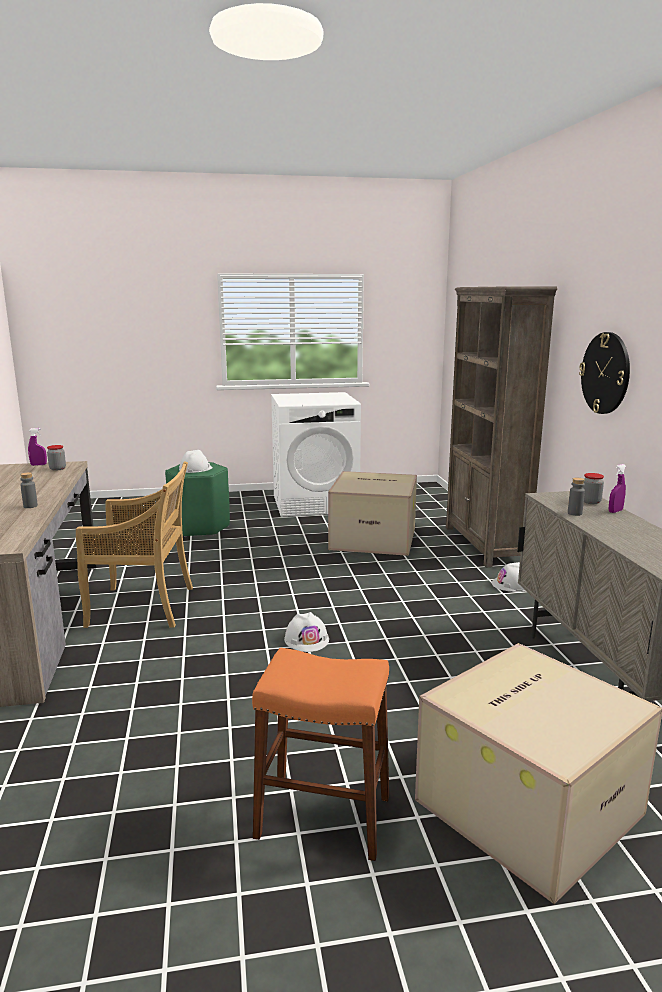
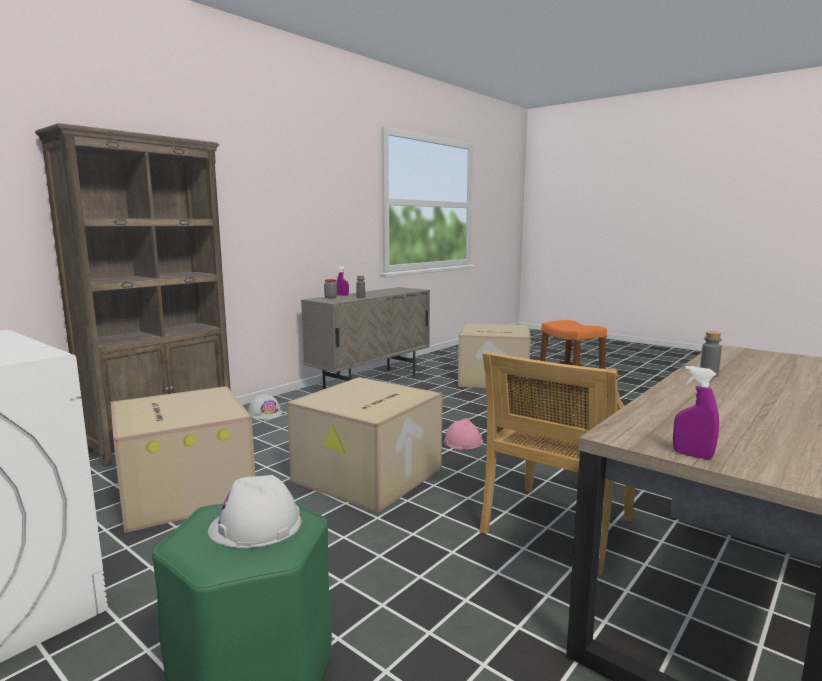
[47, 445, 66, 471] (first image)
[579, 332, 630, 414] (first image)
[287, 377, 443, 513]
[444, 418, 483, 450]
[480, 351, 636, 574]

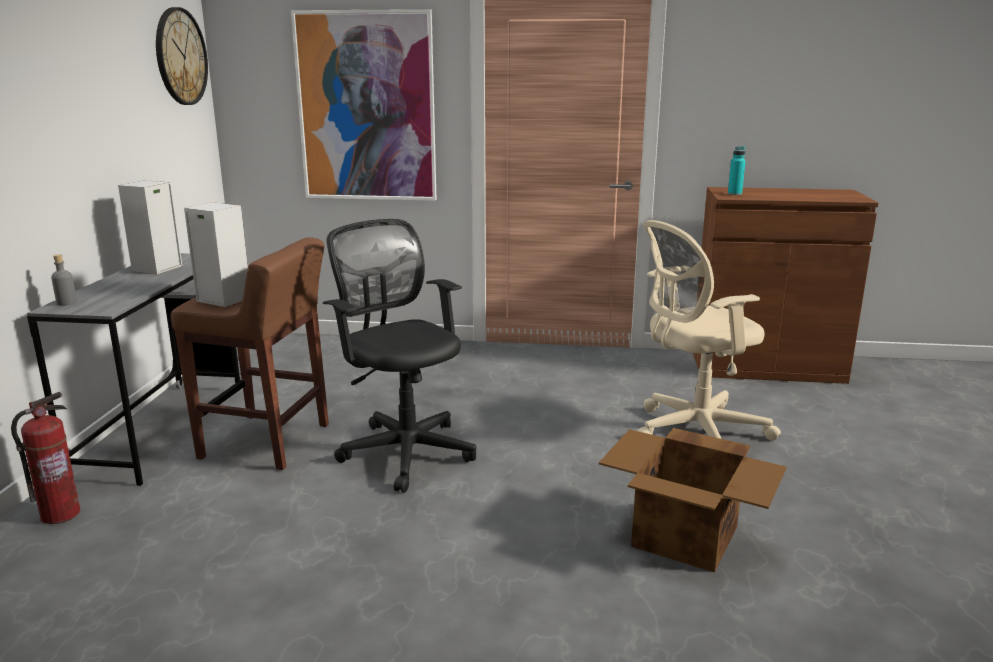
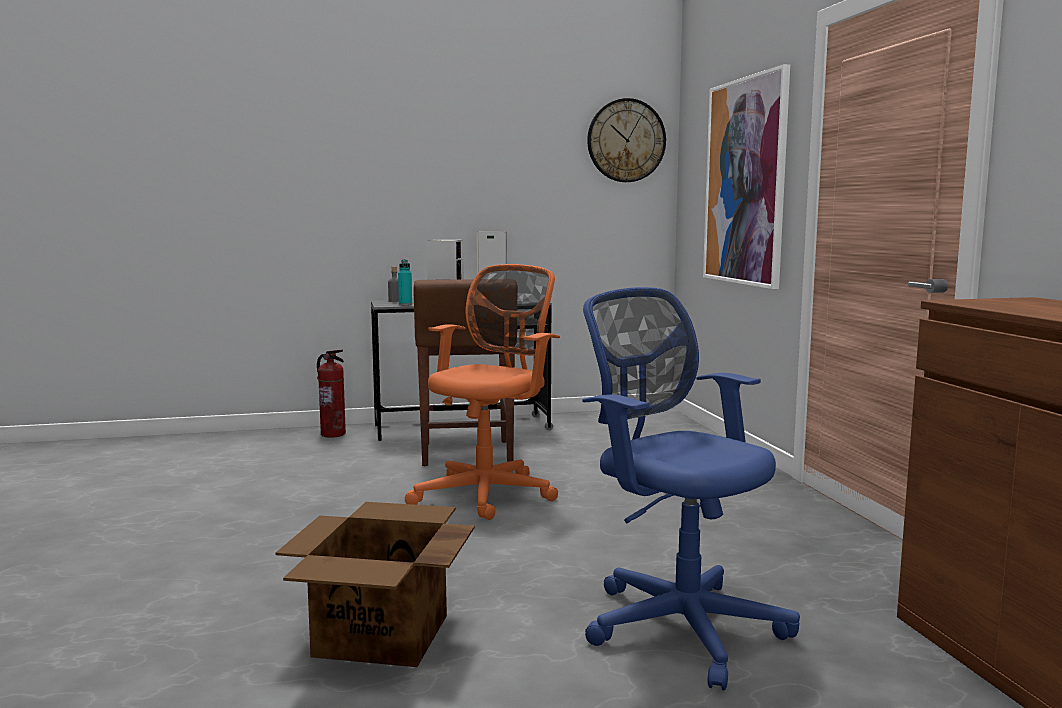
[398, 260, 412, 305]
[404, 264, 560, 520]
[583, 287, 800, 691]

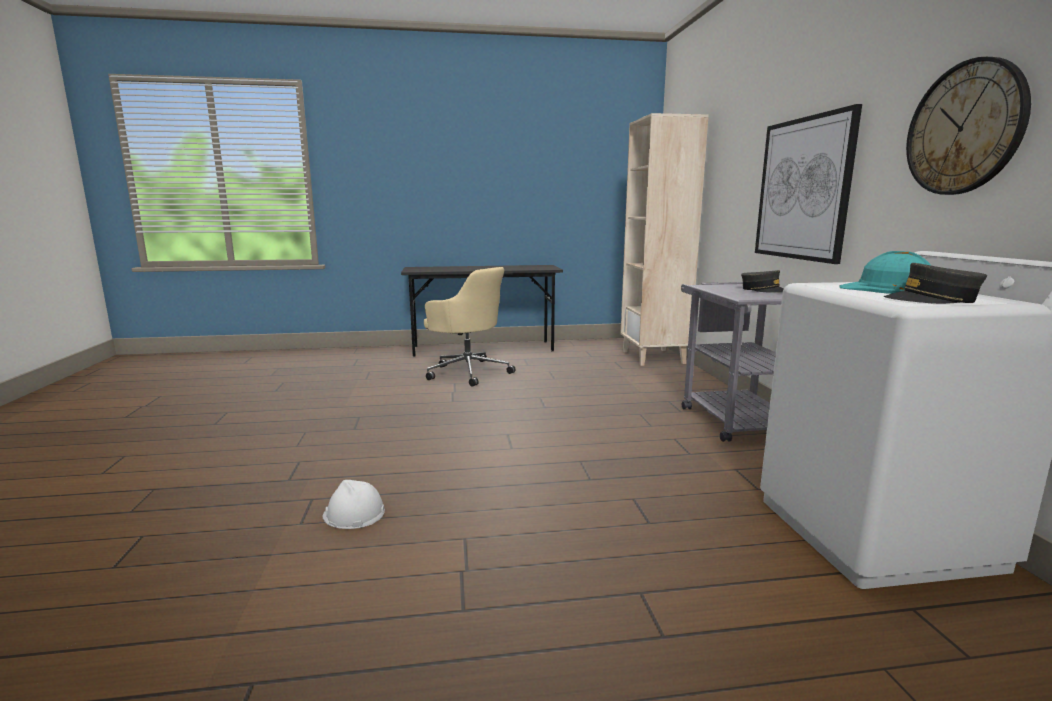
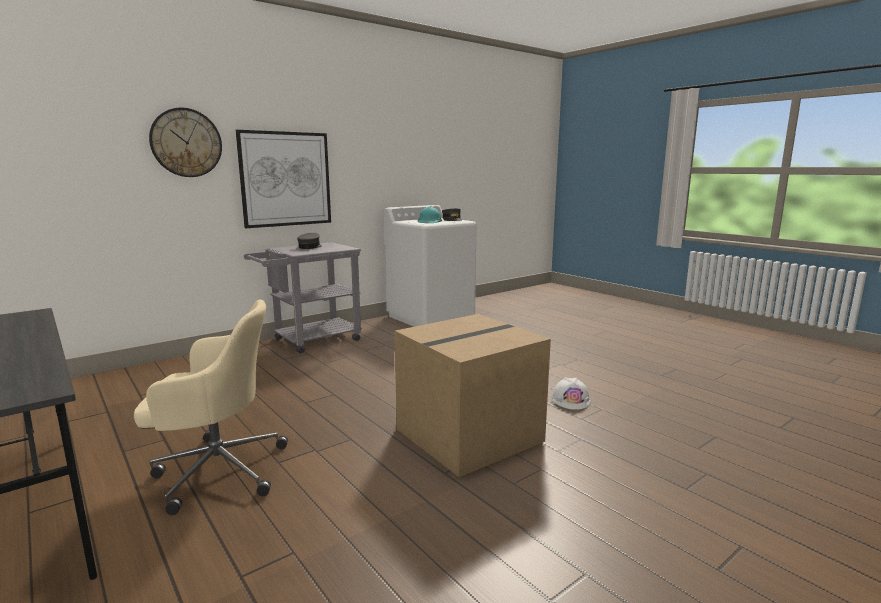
[620, 113, 709, 366] (first image)
[395, 314, 551, 477]
[149, 108, 222, 177]
[134, 300, 288, 515]

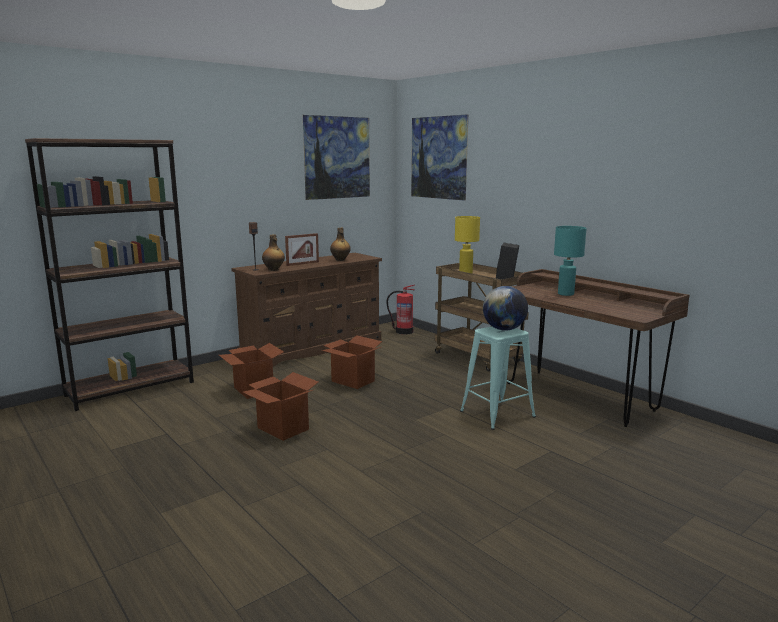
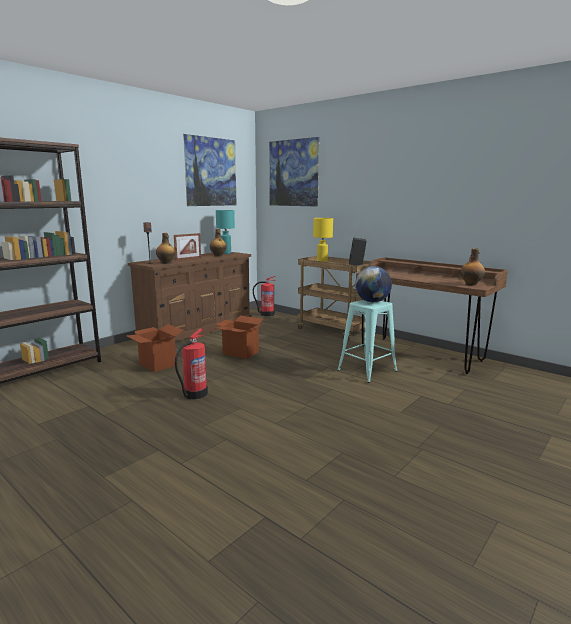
[460, 248, 485, 286]
[216, 210, 235, 254]
[175, 328, 208, 399]

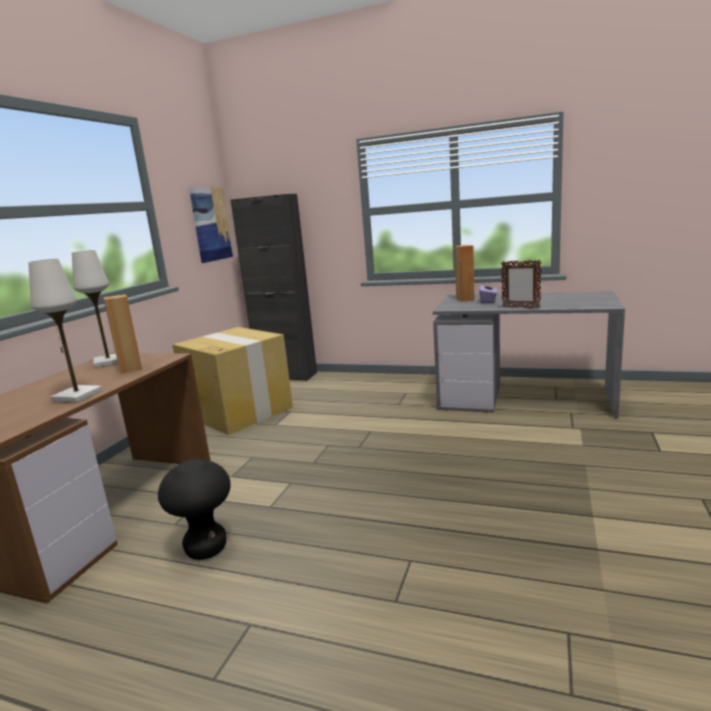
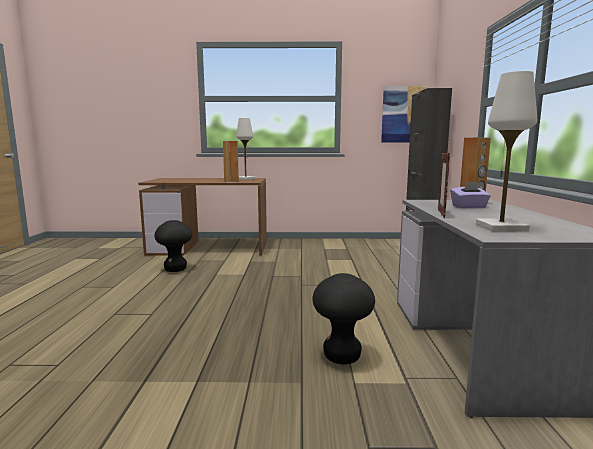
[172, 327, 293, 435] (first image)
[312, 273, 375, 364]
[476, 71, 537, 231]

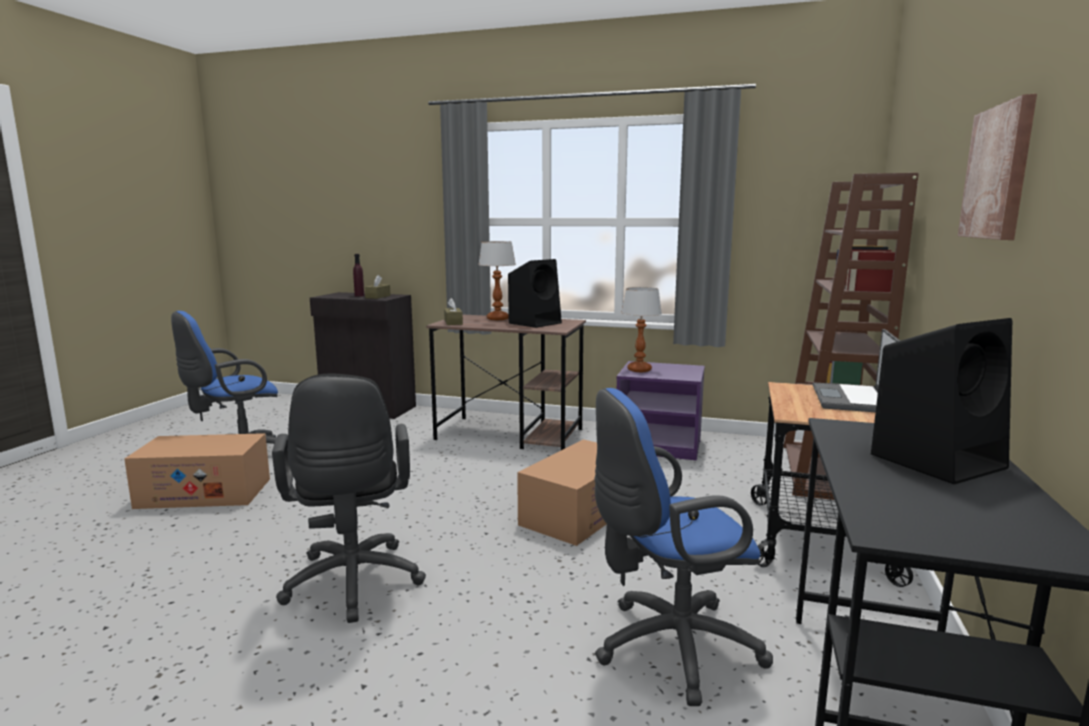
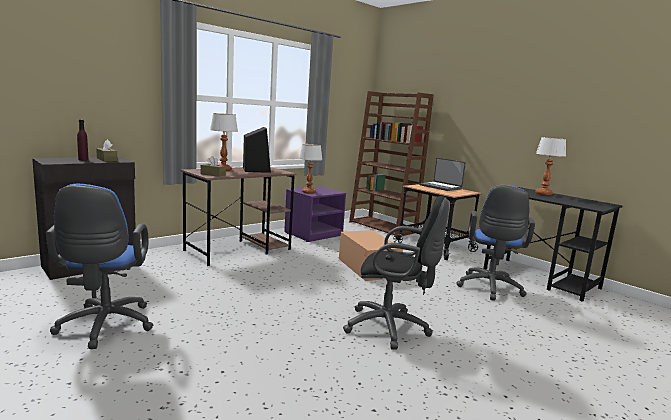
[124, 433, 270, 509] (first image)
[958, 94, 1037, 240] (first image)
[535, 137, 566, 196]

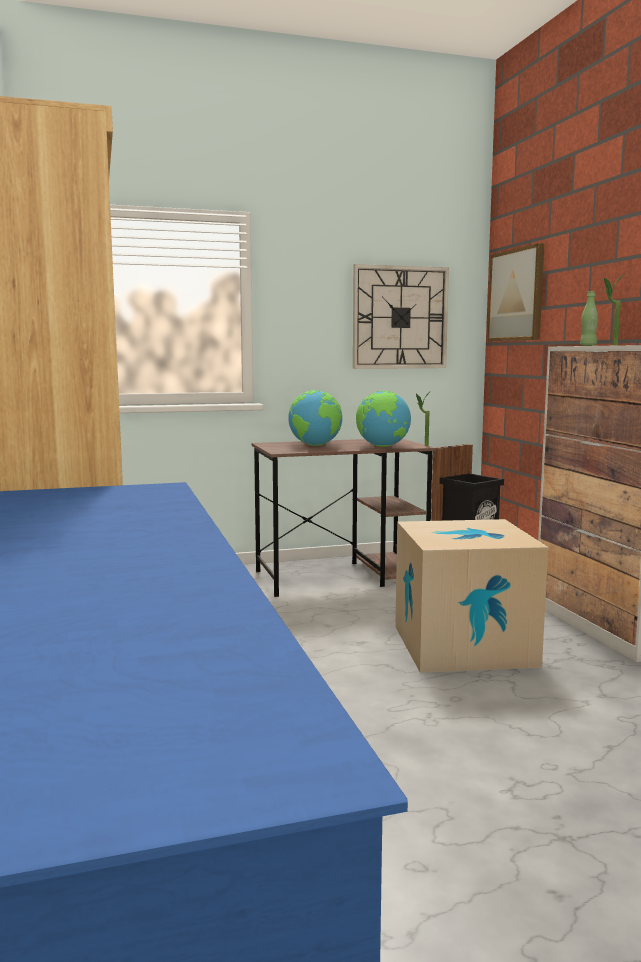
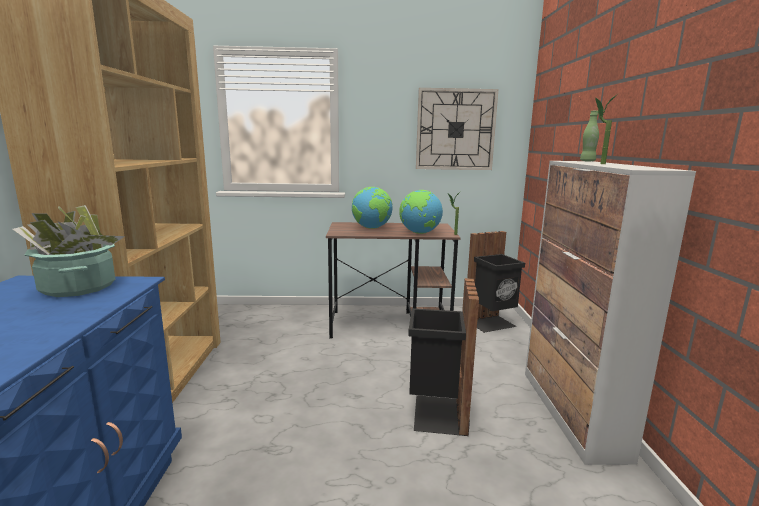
[487, 243, 544, 341] (first image)
[13, 205, 125, 297]
[408, 278, 479, 436]

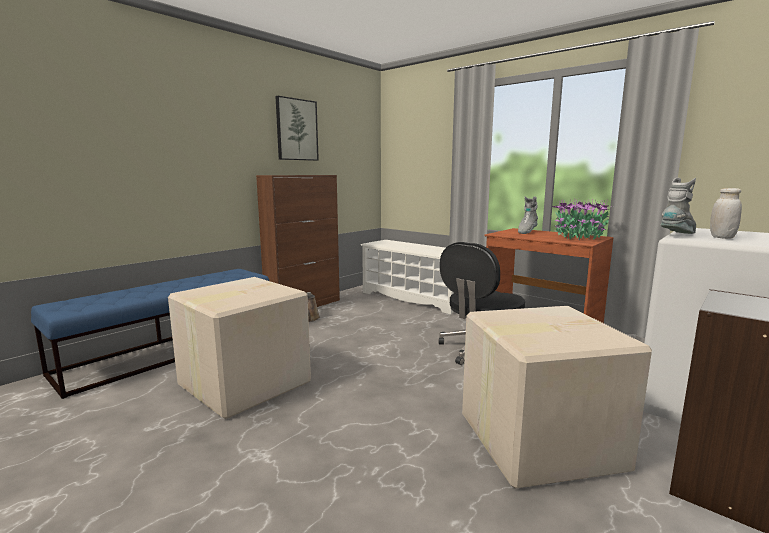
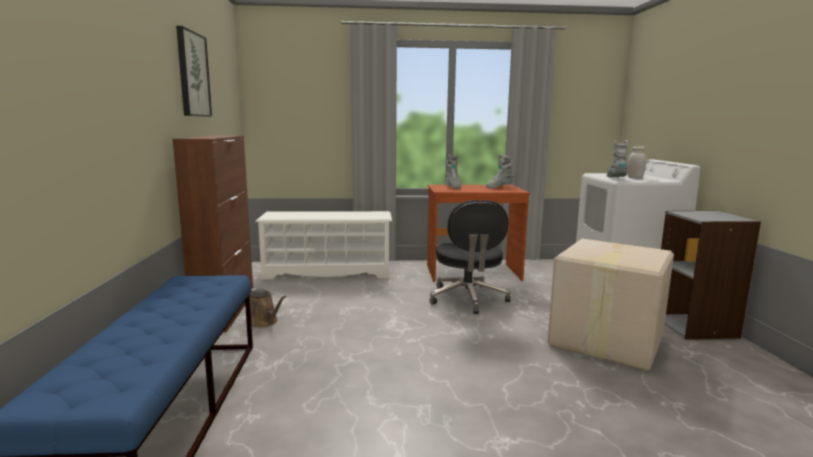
[168, 277, 311, 419] (first image)
[486, 155, 515, 189]

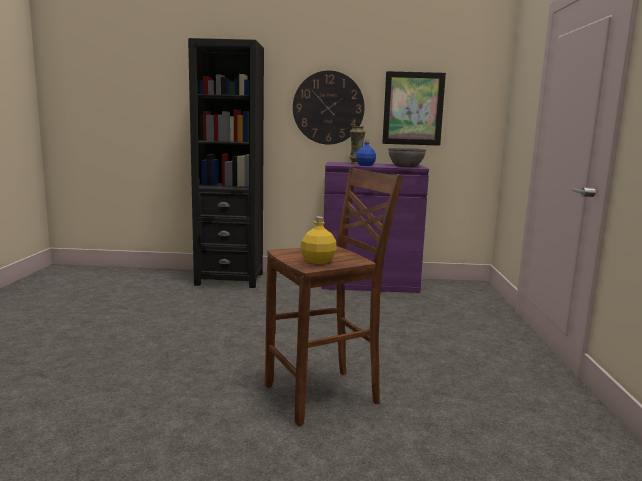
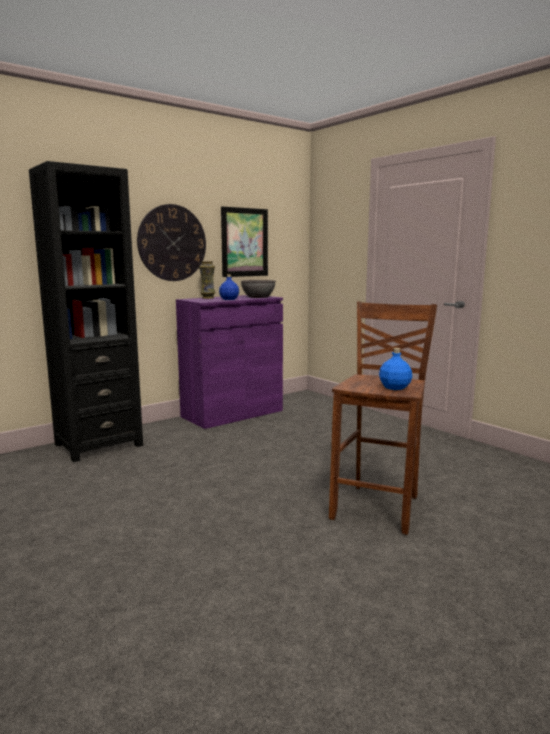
[379, 348, 412, 390]

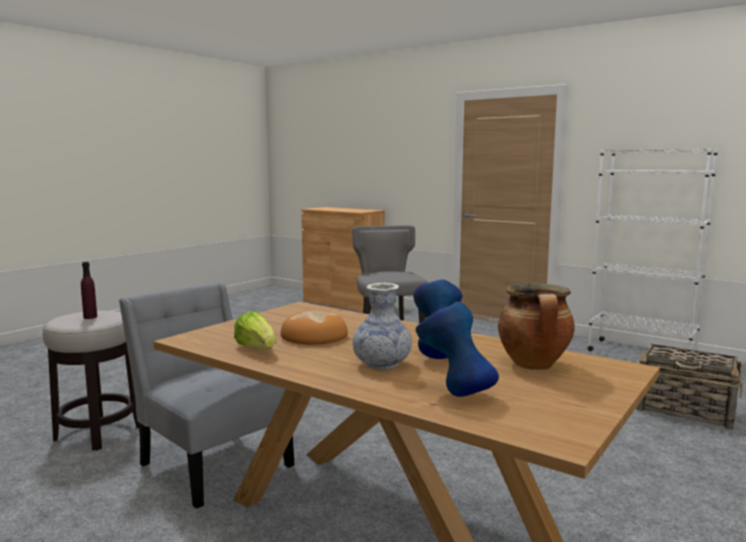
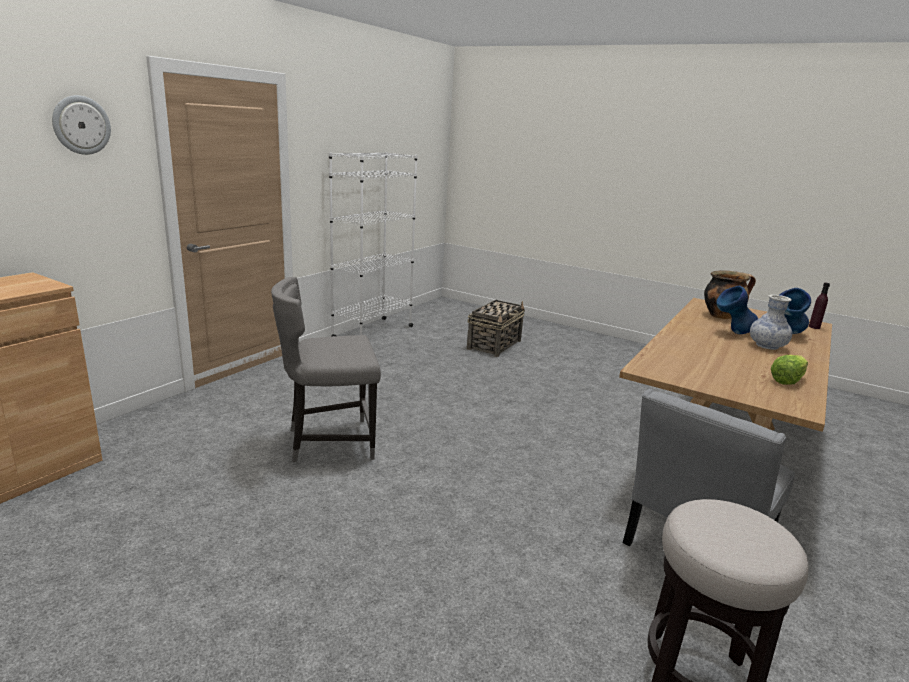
[281, 310, 348, 345] (first image)
[52, 95, 111, 155]
[809, 282, 830, 329]

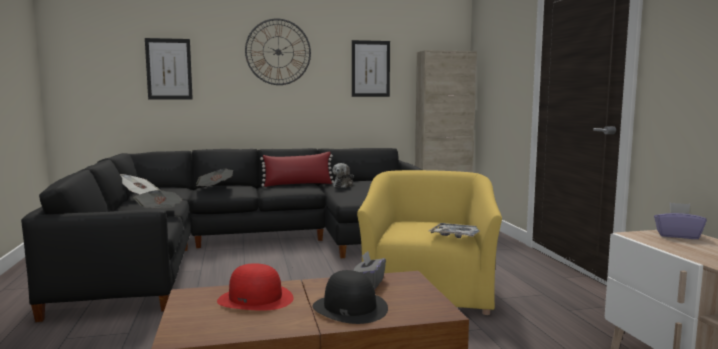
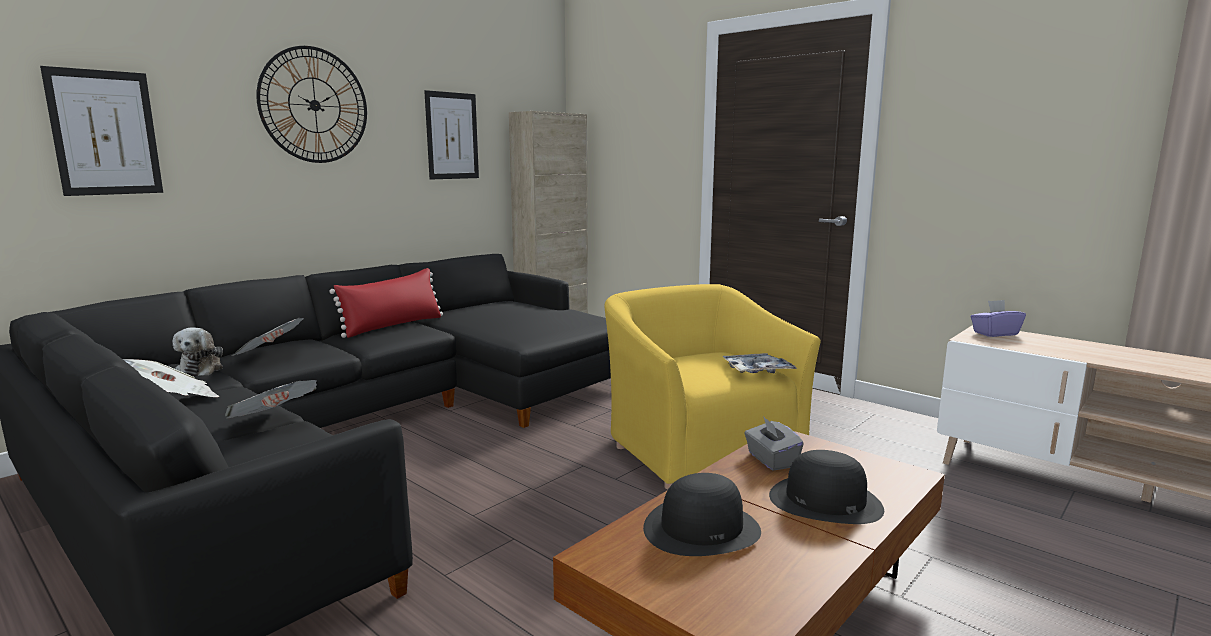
[173, 327, 223, 376]
[643, 473, 761, 556]

